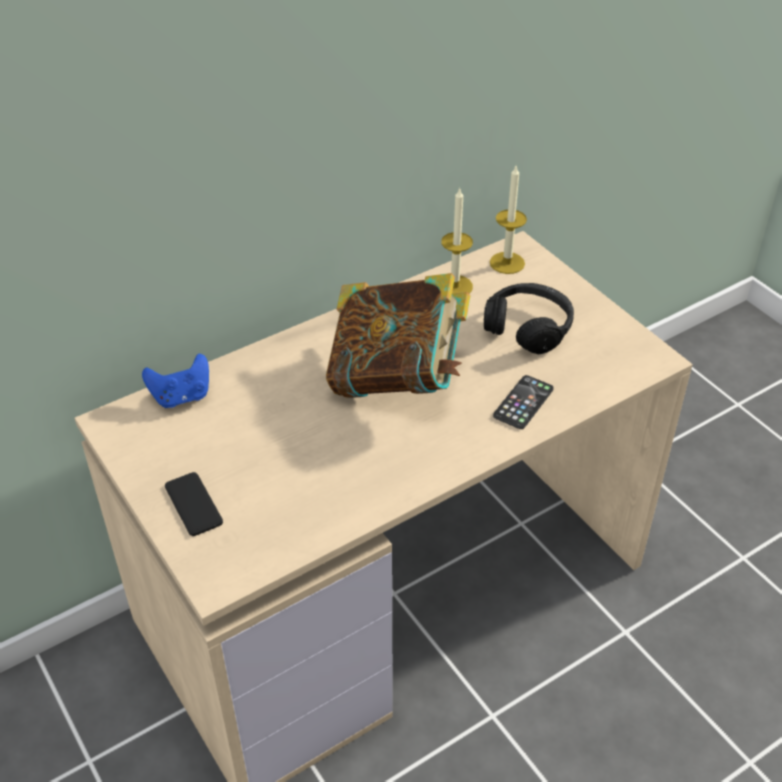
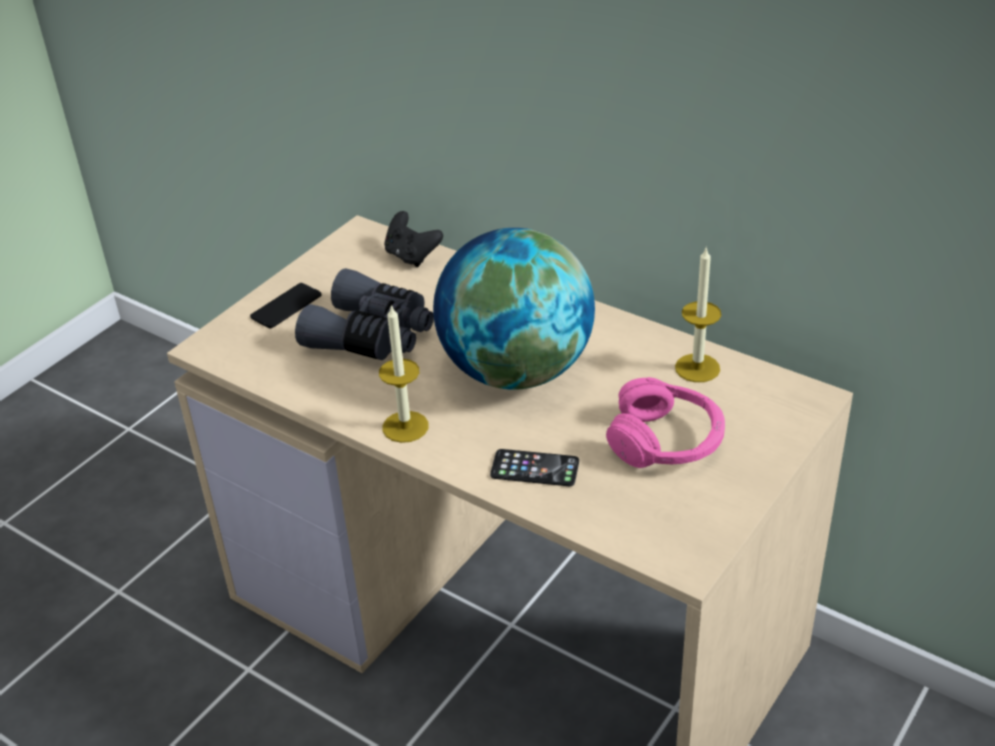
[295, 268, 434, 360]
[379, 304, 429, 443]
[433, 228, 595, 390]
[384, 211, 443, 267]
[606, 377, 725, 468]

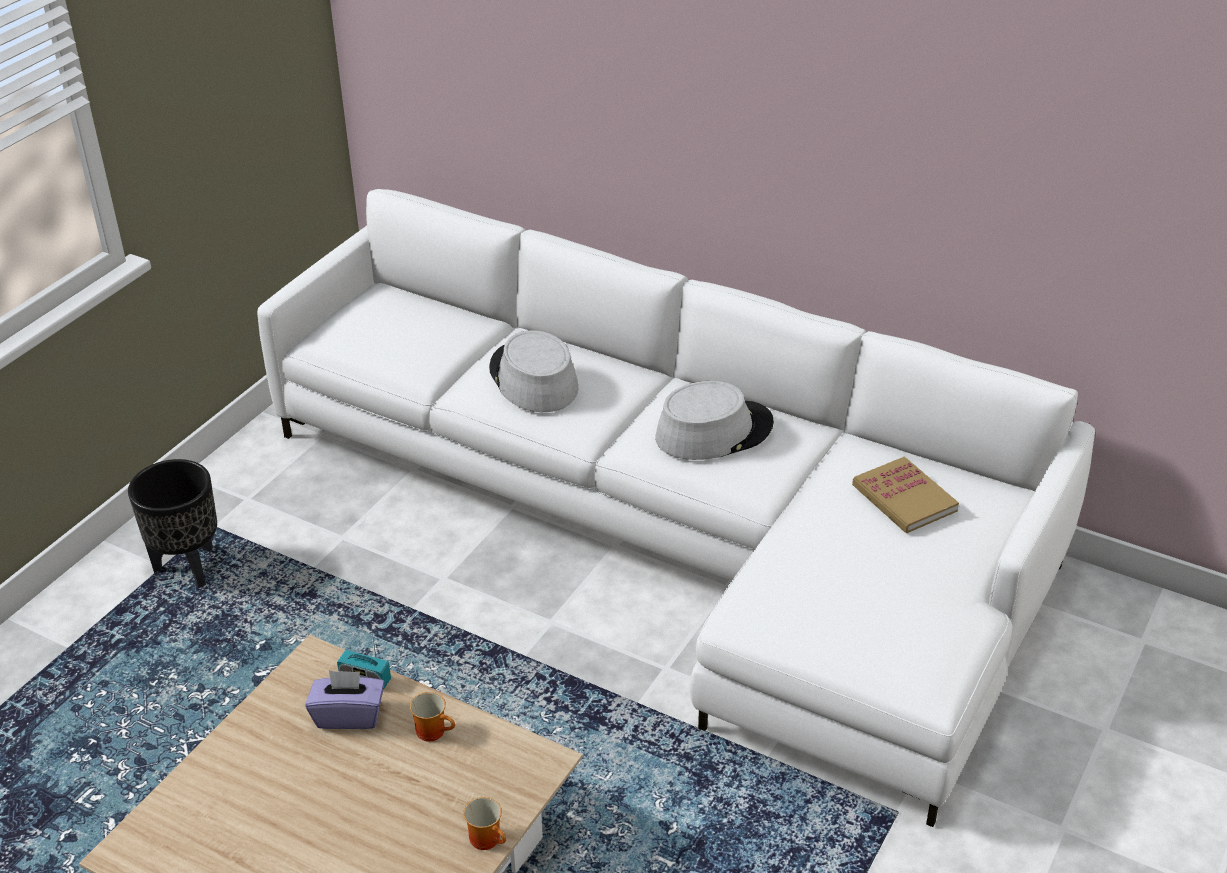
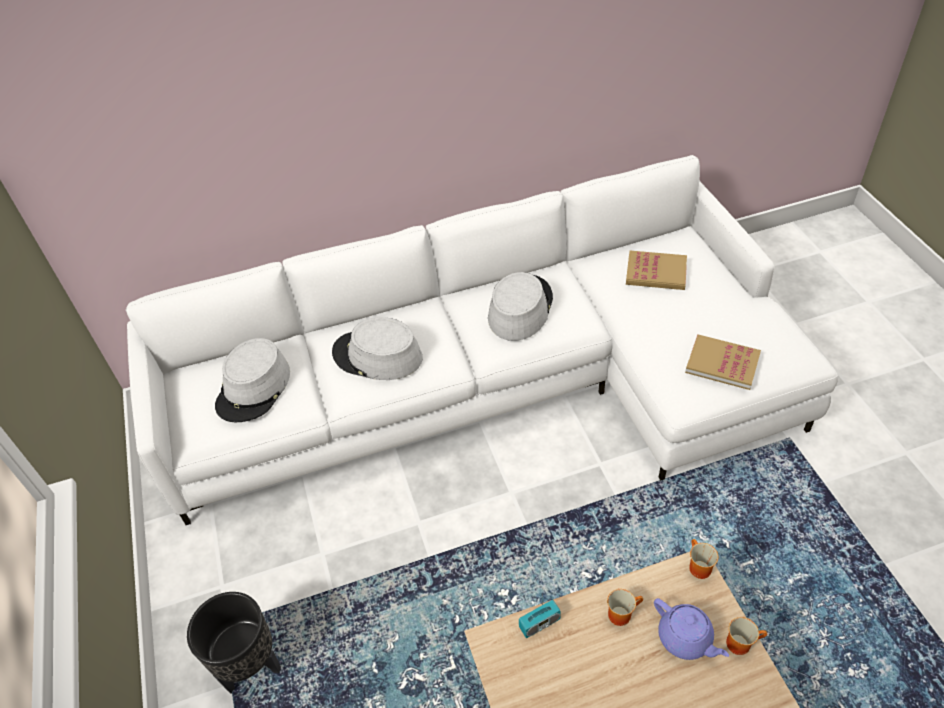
[305, 670, 385, 729] (first image)
[215, 338, 290, 422]
[654, 598, 729, 660]
[685, 334, 761, 390]
[689, 539, 718, 579]

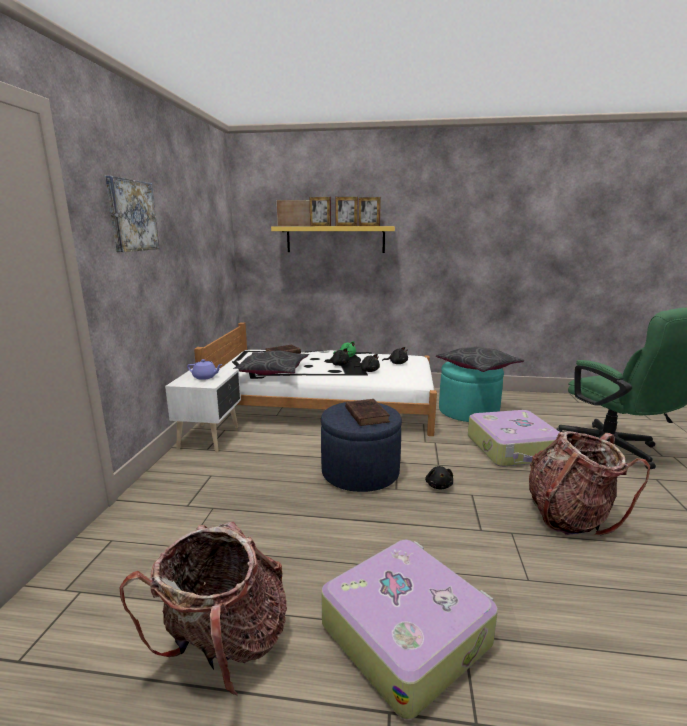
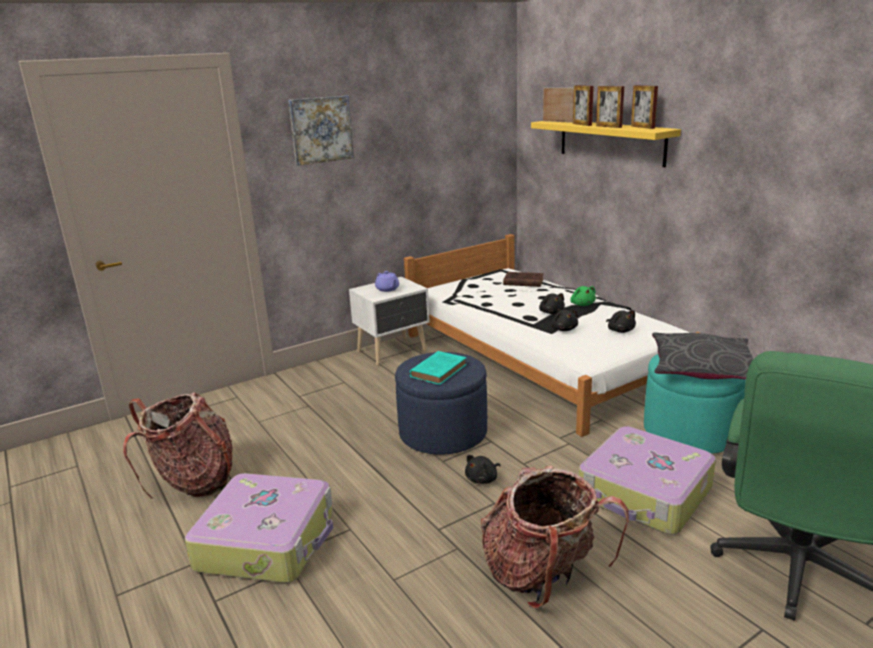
[233, 350, 308, 375] (first image)
[410, 351, 467, 385]

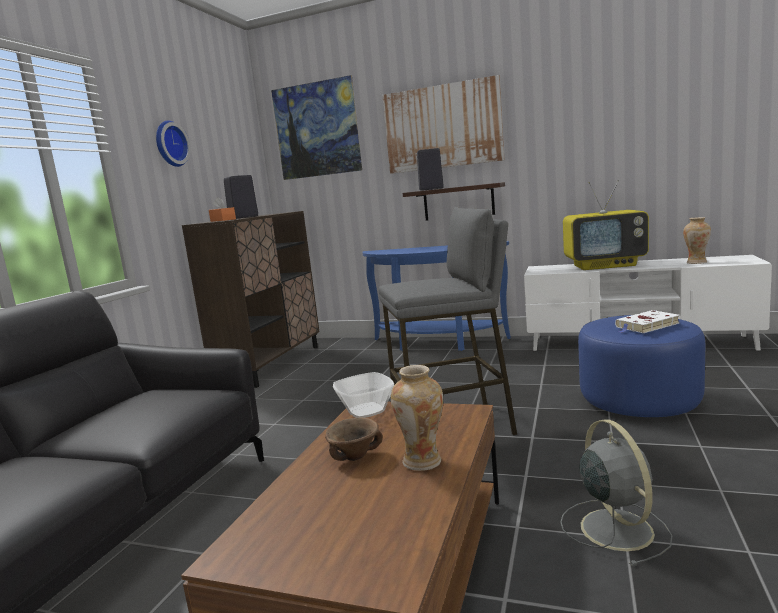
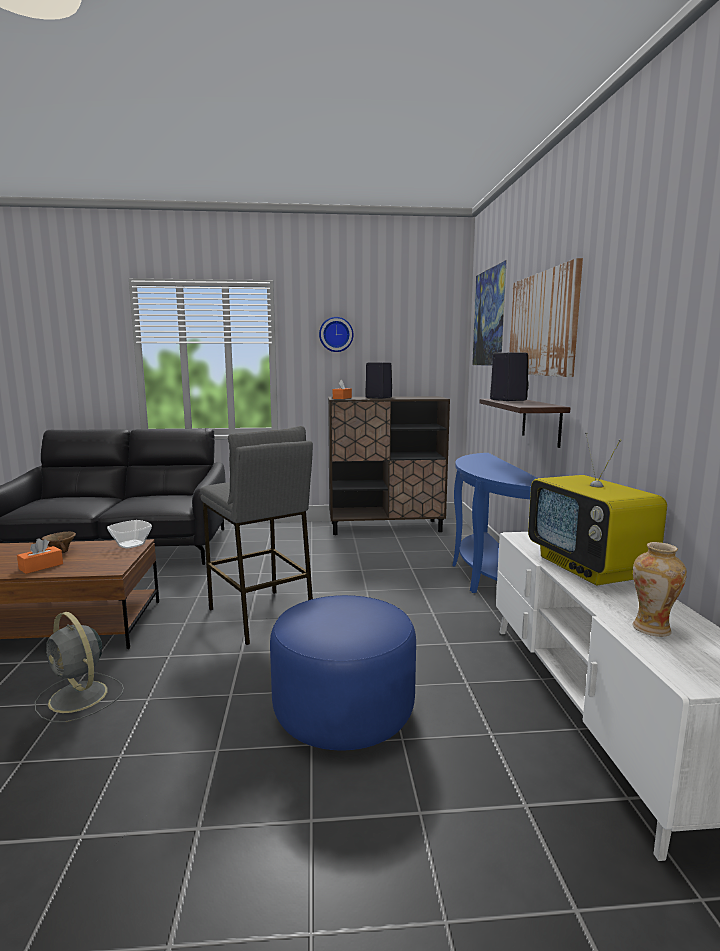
[615, 310, 680, 333] (first image)
[17, 538, 63, 574]
[35, 612, 124, 722]

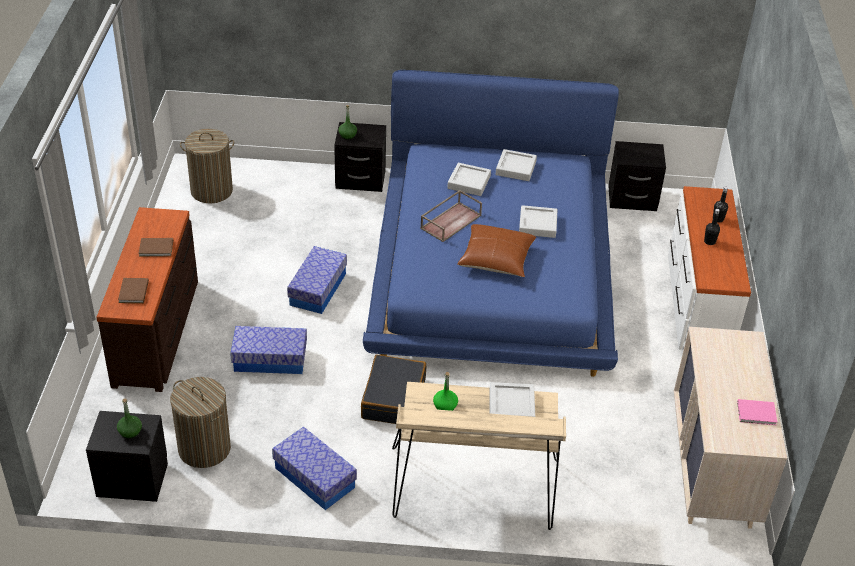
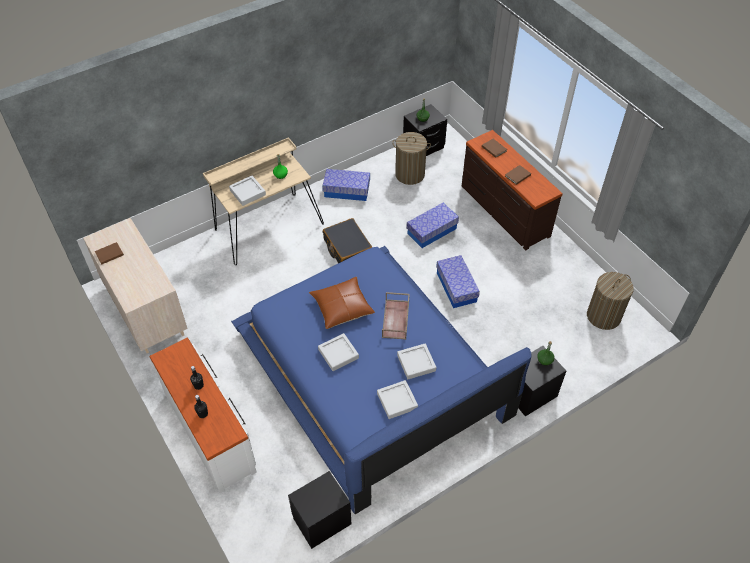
[95, 242, 124, 265]

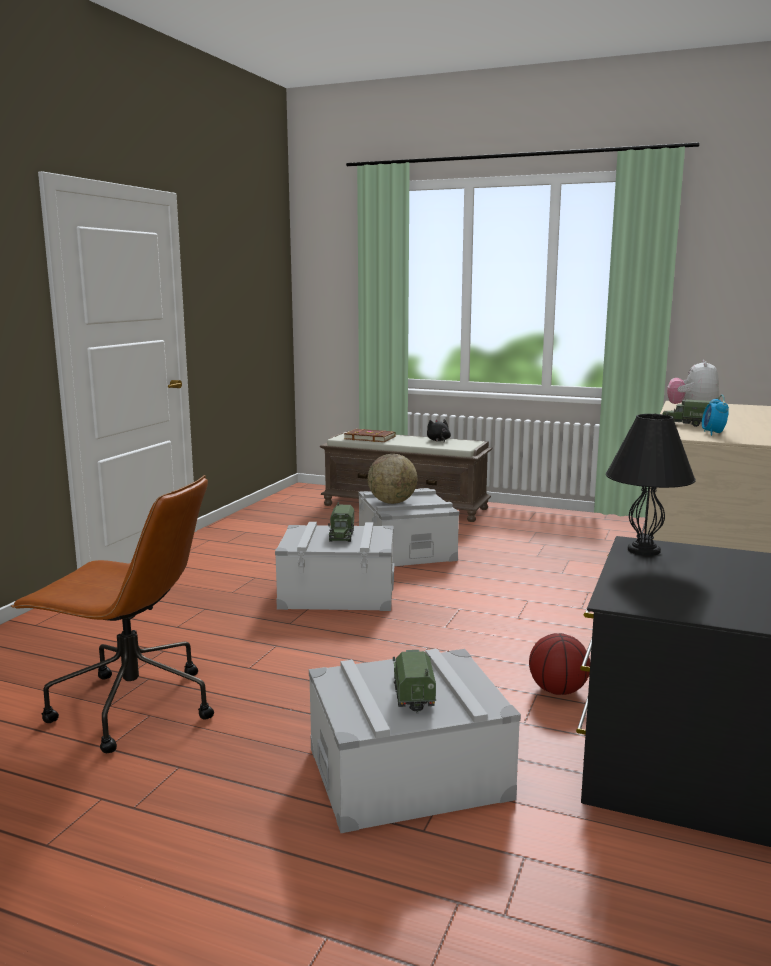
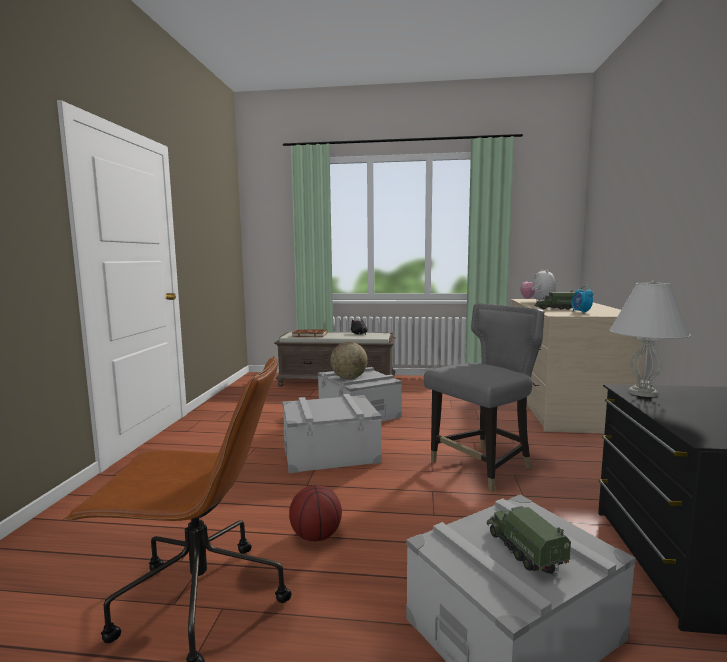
[328, 502, 355, 542] (first image)
[423, 303, 544, 492]
[289, 485, 342, 542]
[610, 281, 691, 397]

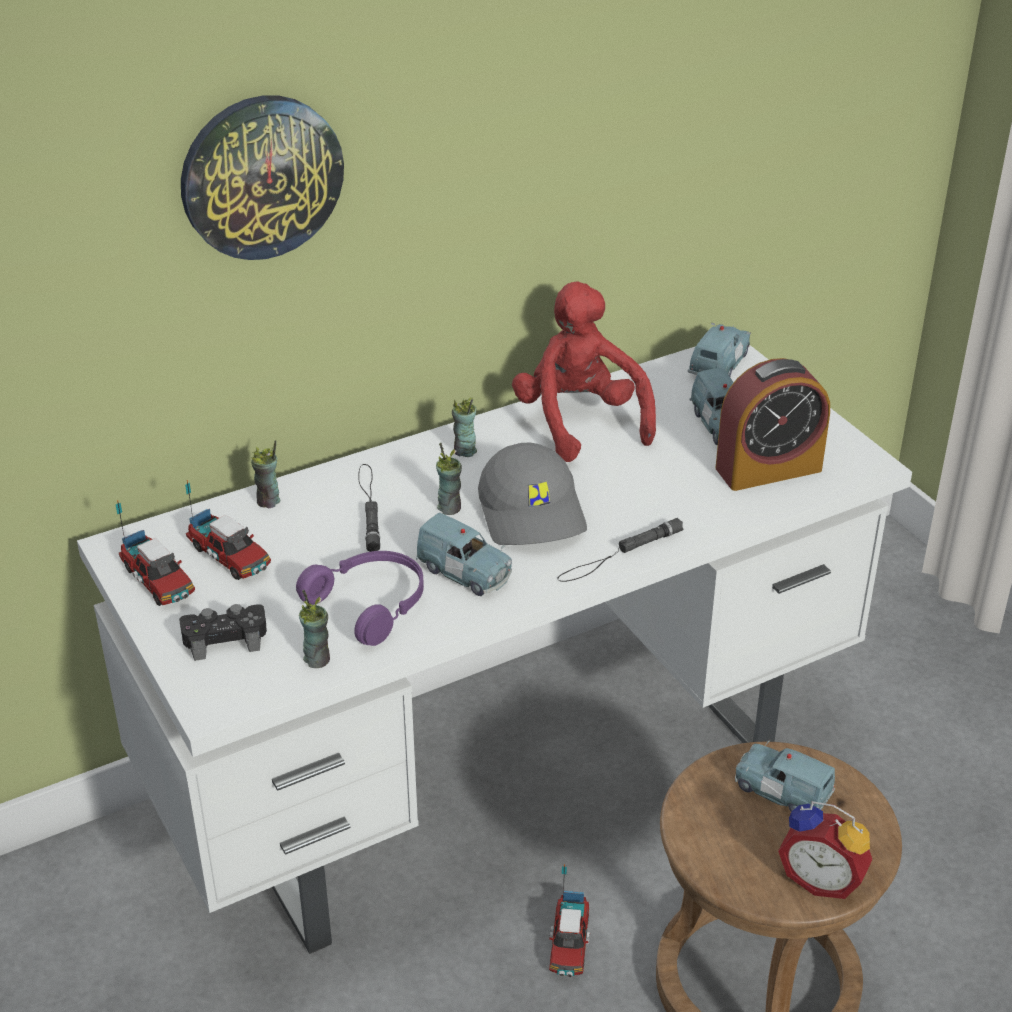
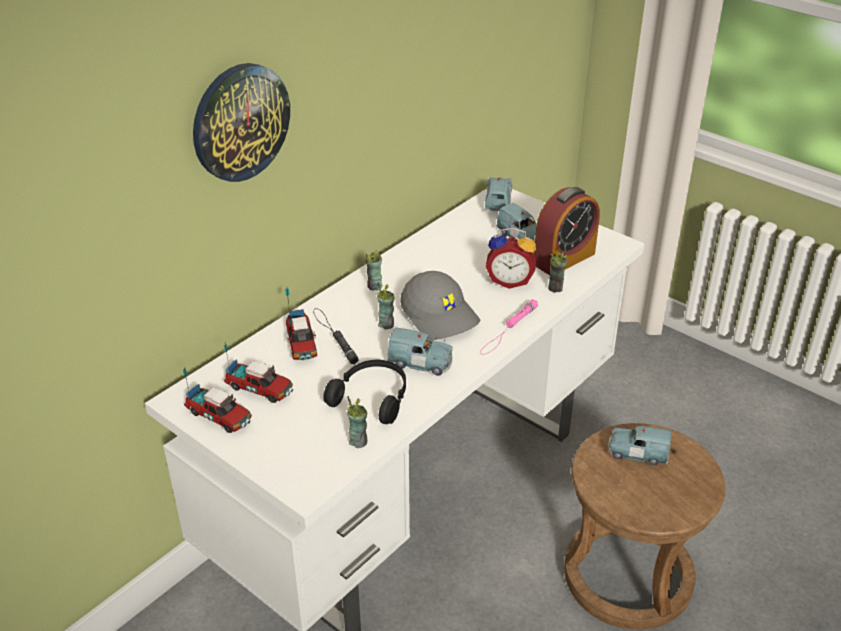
[179, 604, 267, 661] (first image)
[512, 281, 656, 462] (first image)
[548, 247, 567, 292]
[285, 289, 317, 360]
[486, 228, 536, 289]
[323, 360, 406, 424]
[480, 299, 538, 355]

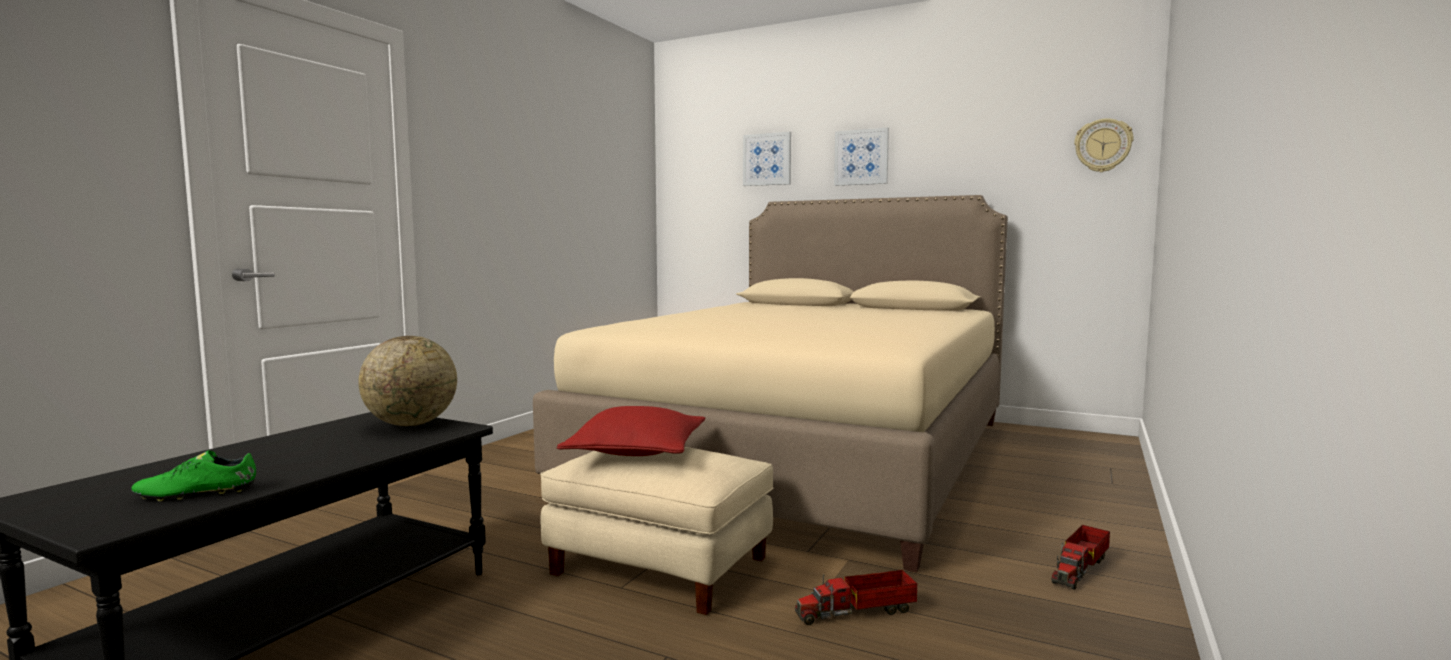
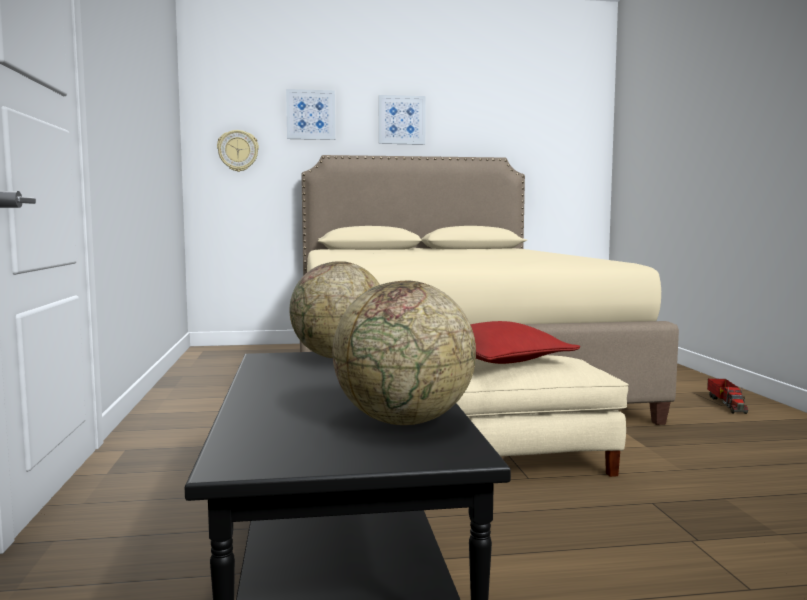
[795, 570, 917, 625] (first image)
[217, 130, 259, 172]
[332, 280, 476, 425]

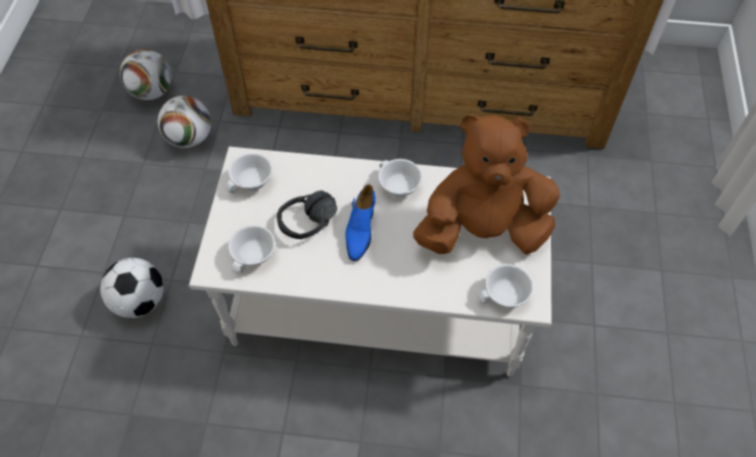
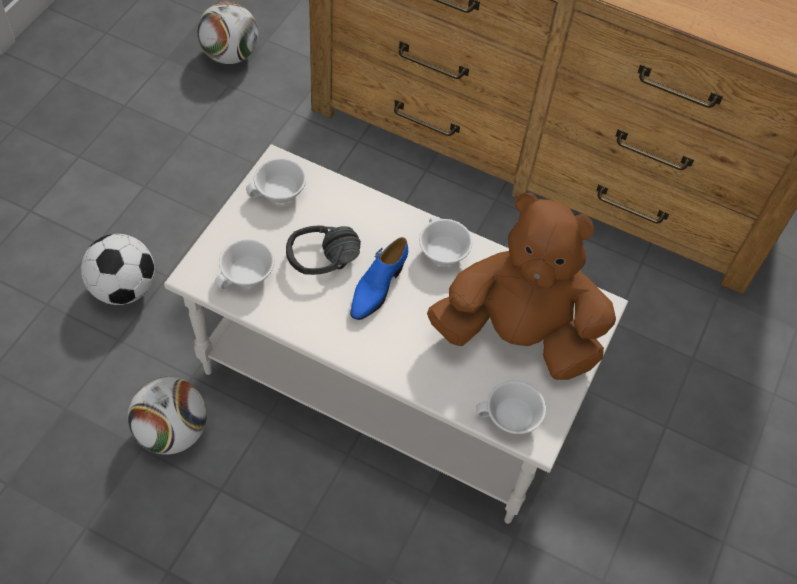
[128, 377, 207, 455]

